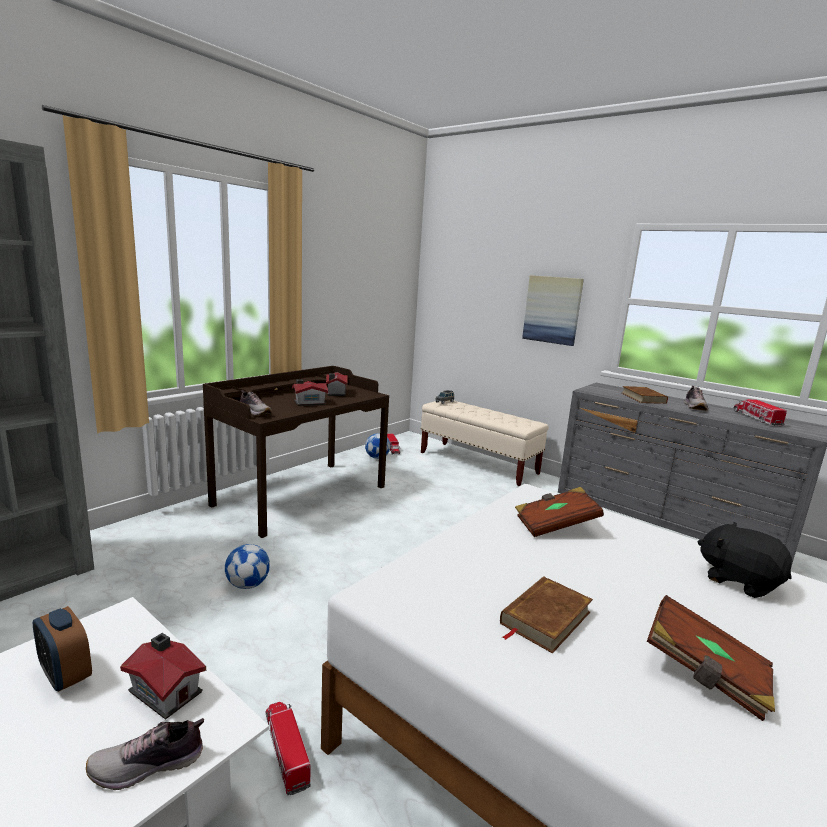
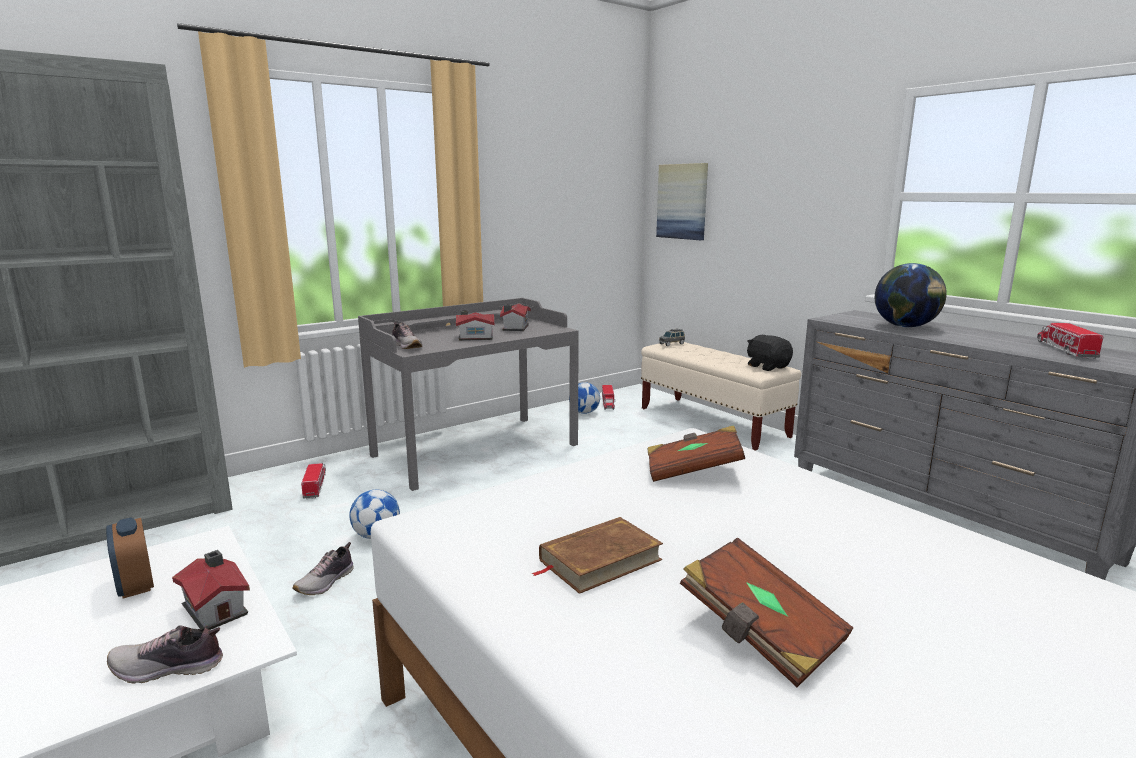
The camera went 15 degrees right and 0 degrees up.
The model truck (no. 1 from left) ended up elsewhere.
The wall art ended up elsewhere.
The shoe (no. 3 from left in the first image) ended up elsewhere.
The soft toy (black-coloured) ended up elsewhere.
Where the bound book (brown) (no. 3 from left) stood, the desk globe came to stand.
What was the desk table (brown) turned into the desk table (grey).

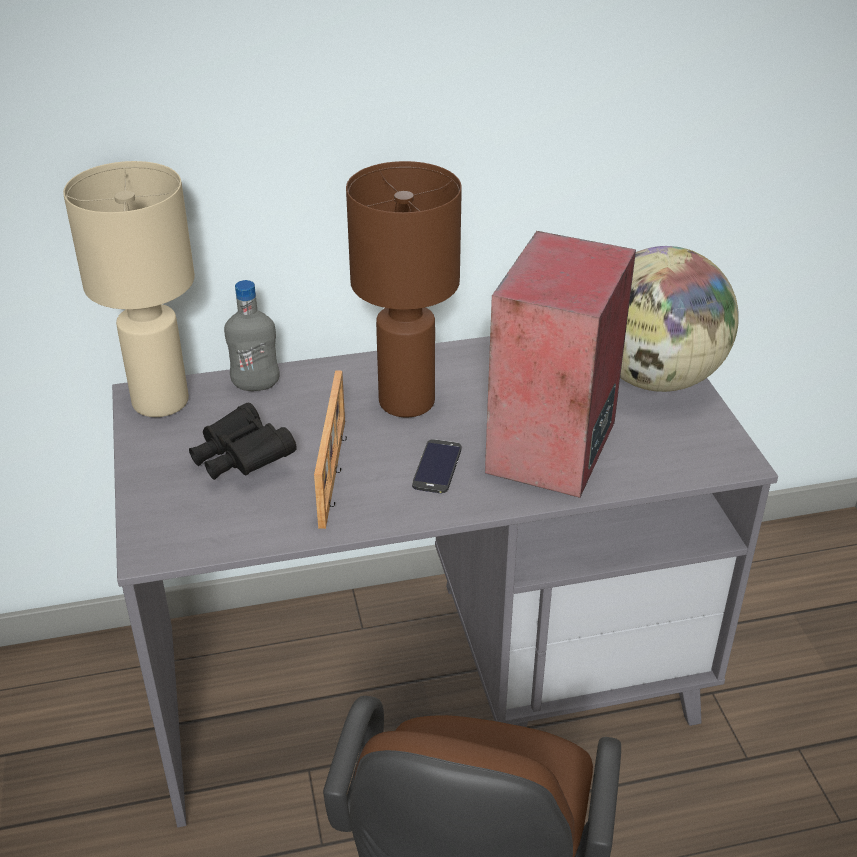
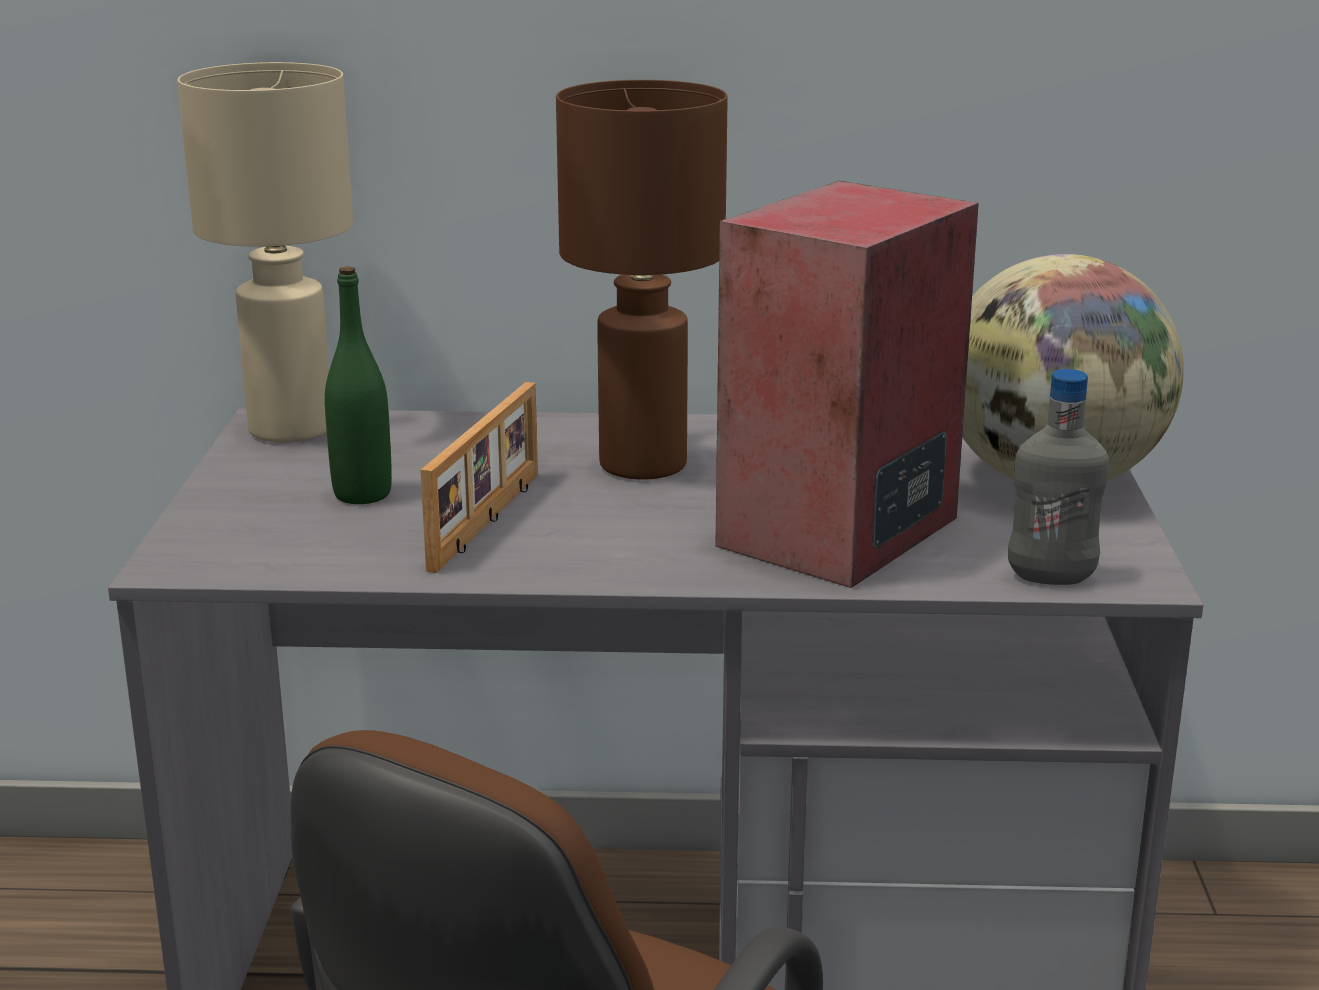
The camera went 15 degrees right and 15 degrees down.
The second view lost the handset.
The beverage bottle (grey) ended up elsewhere.
Where the pair of binoculars (black-coloured) stood, the beverage bottle (green) came to stand.

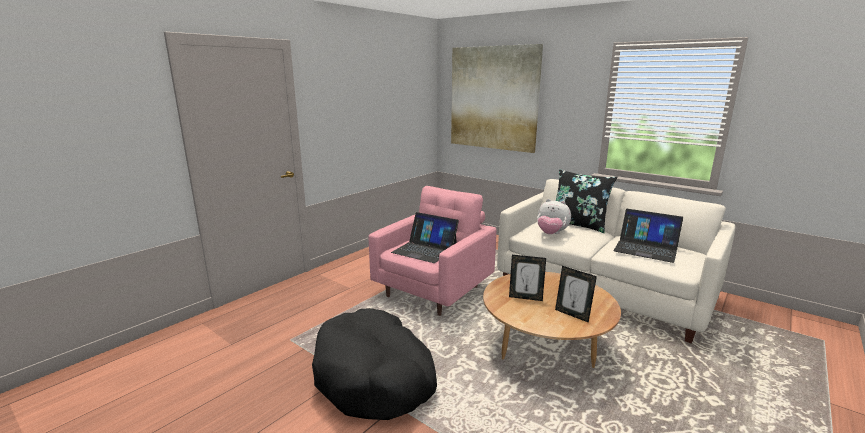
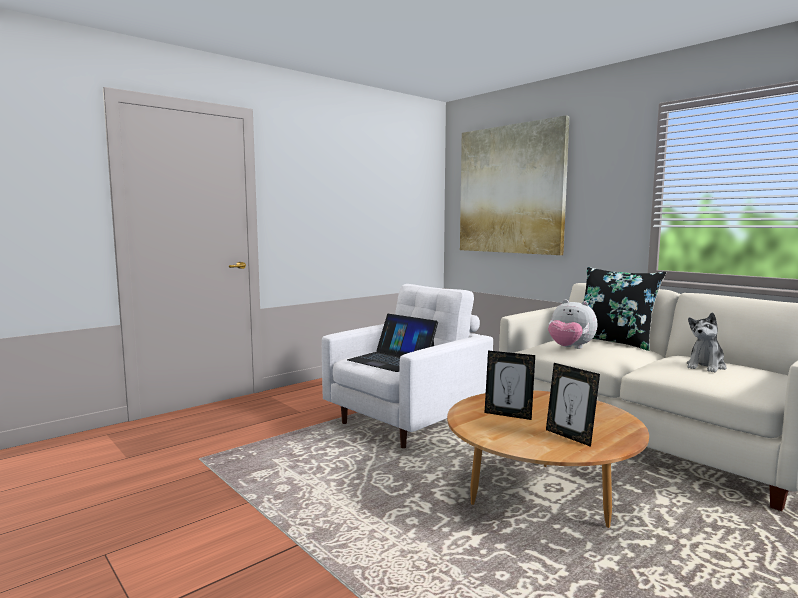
The camera went 10 degrees right and 10 degrees down.
The second view lost the dog bed (black-coloured).
Where the notebook computer (no. 2 from left) stood, the soft toy (no. 2 from left) came to stand.
What was the lounge chair (pink) turned into the lounge chair (white).

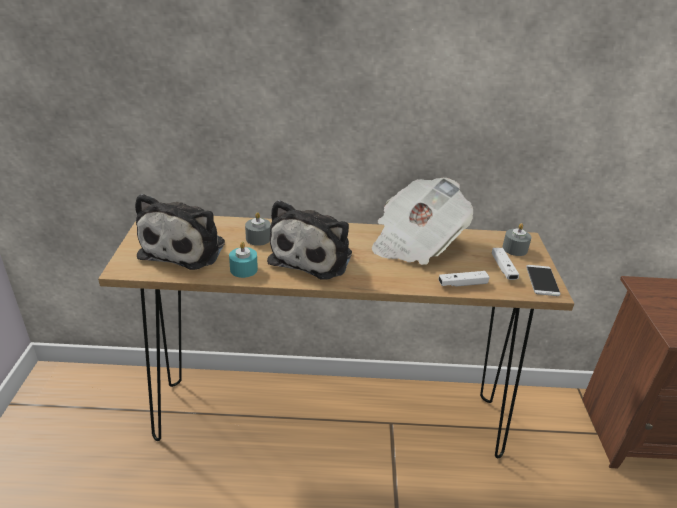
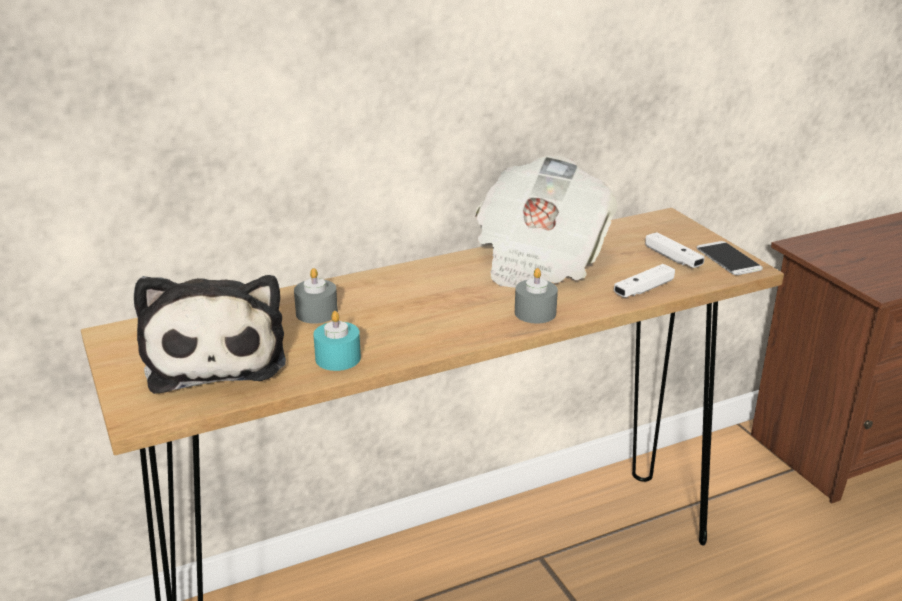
The camera went 25 degrees left and 5 degrees down.
The second view lost the soft toy (no. 2 from left).
The candle (grey) (no. 2 from left) ended up elsewhere.

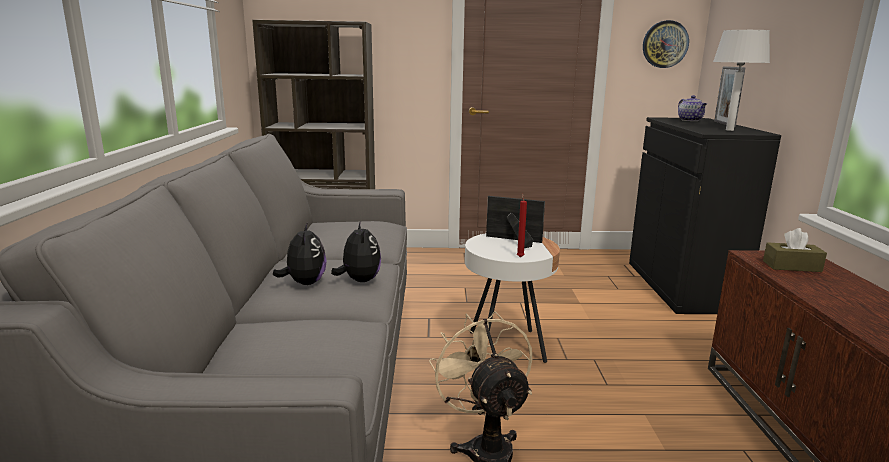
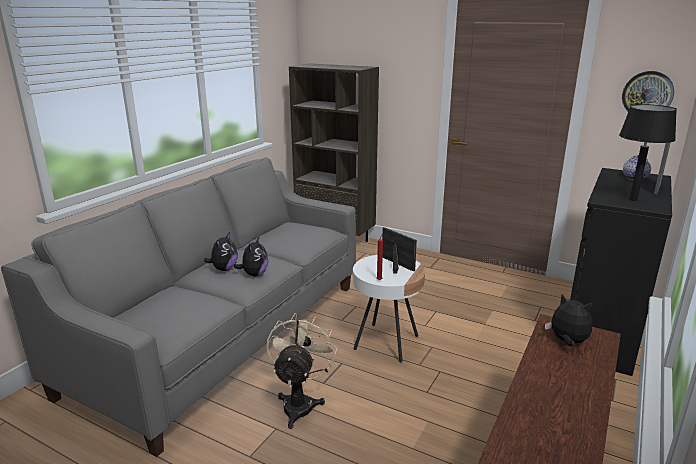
The camera went 30 degrees right and 5 degrees up.
Where the tissue holder (brown) stood, the soft toy (no. 3 from left) came to stand.
What was the lamp for a table (white) turned into the lamp for a table (black-coloured).

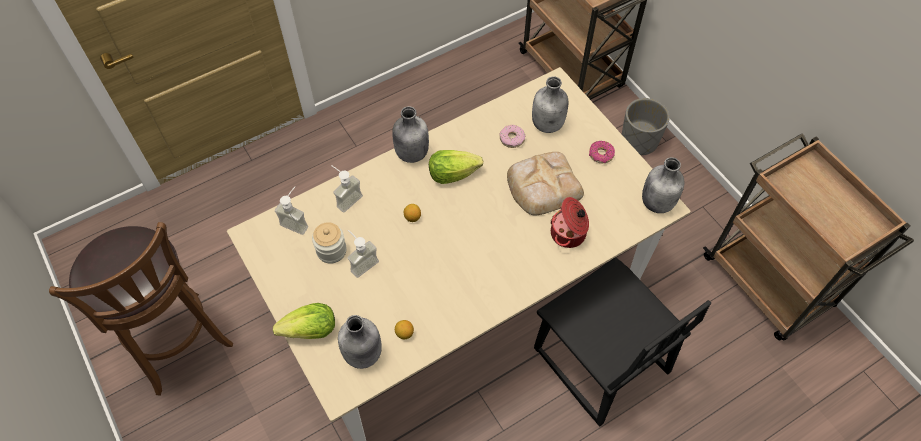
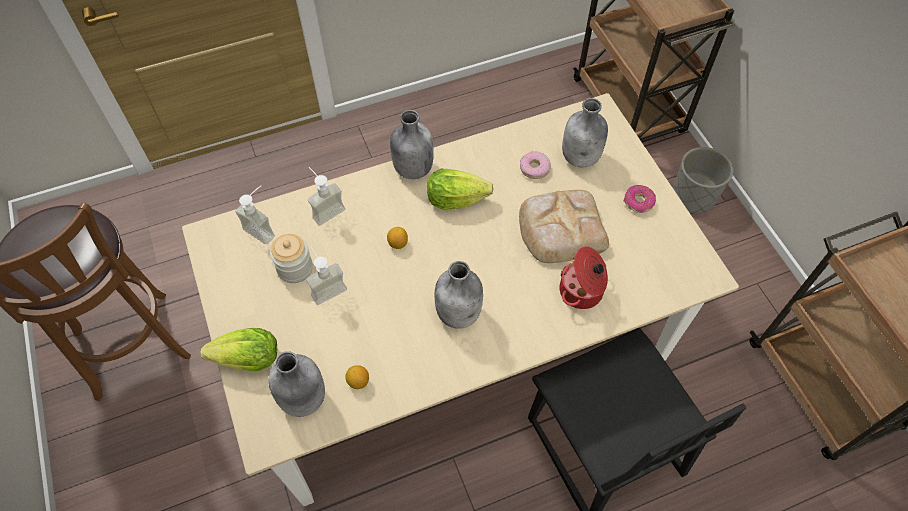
The camera went 10 degrees right and 0 degrees up.
The beverage bottle (grey) (no. 4 from left in the first image) ended up elsewhere.

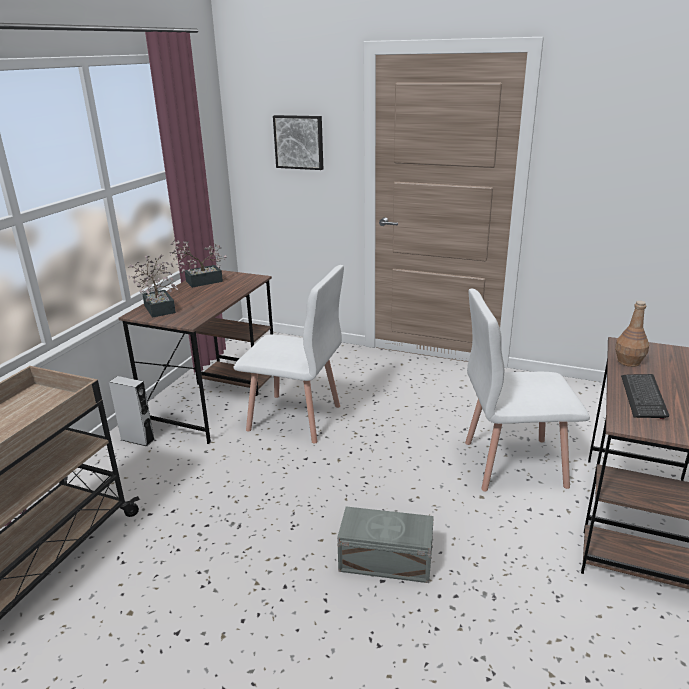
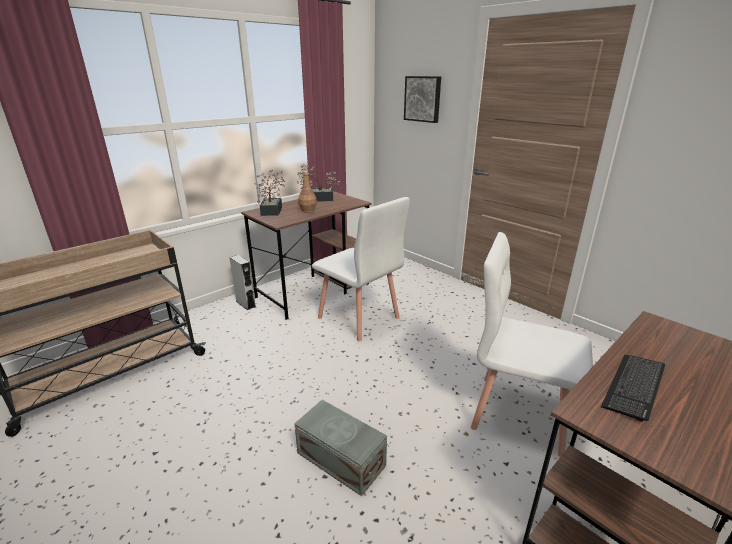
The camera went 25 degrees right and 0 degrees up.
The beverage bottle (brown) ended up elsewhere.

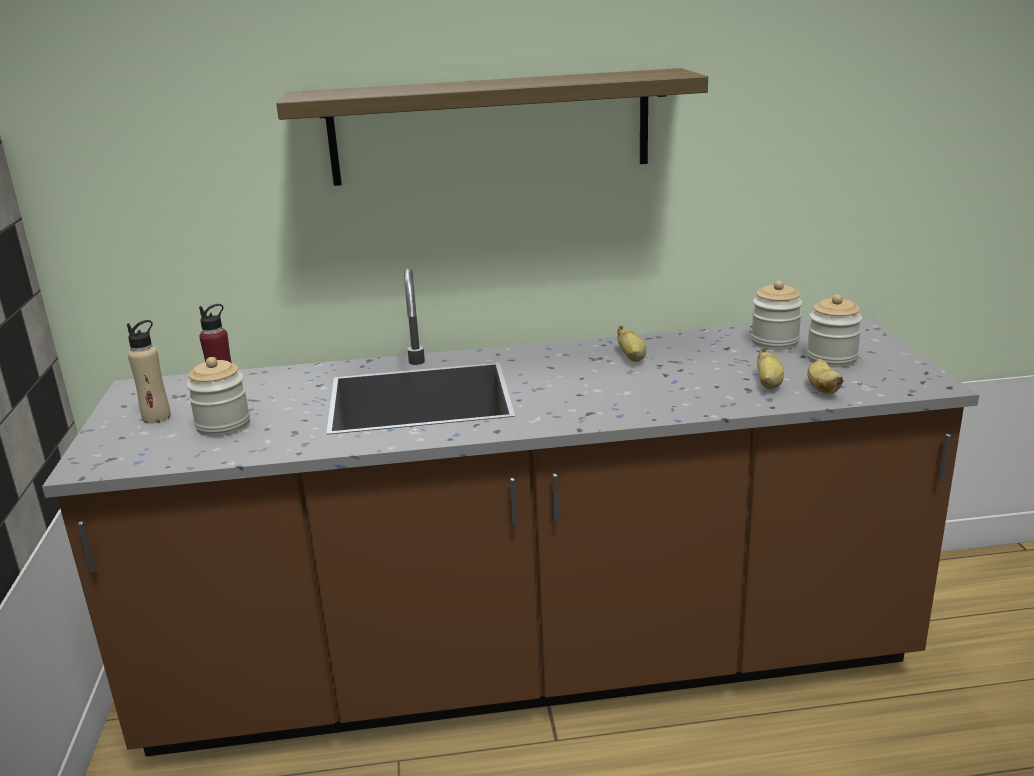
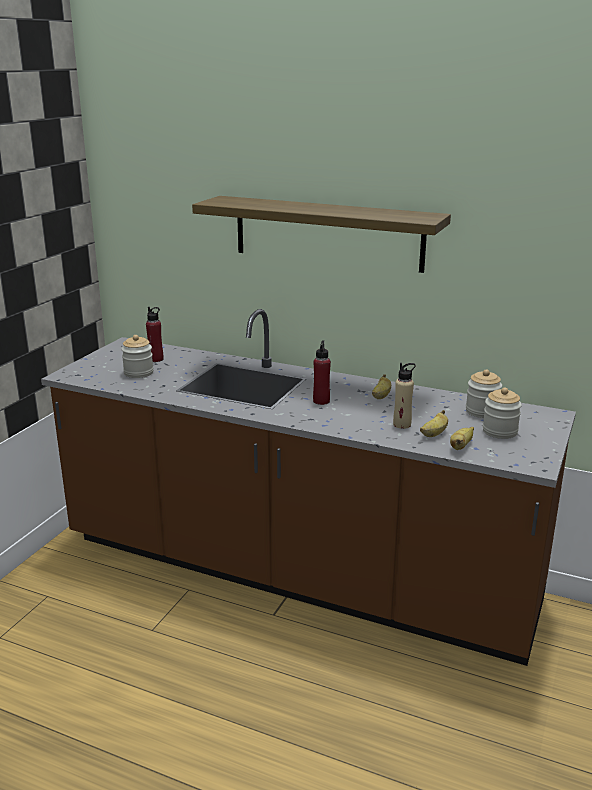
The camera went 30 degrees right and 0 degrees up.
The second view gained the beverage bottle (red) (no. 2 from left).
The beverage bottle (sand-coloured) ended up elsewhere.

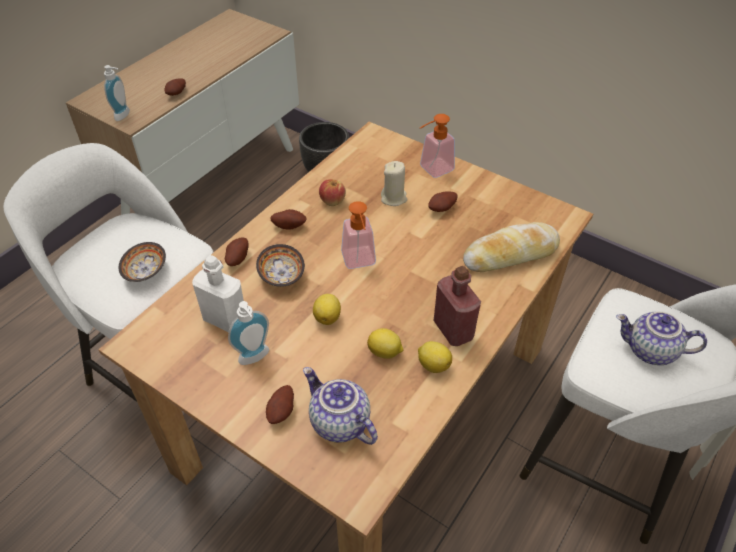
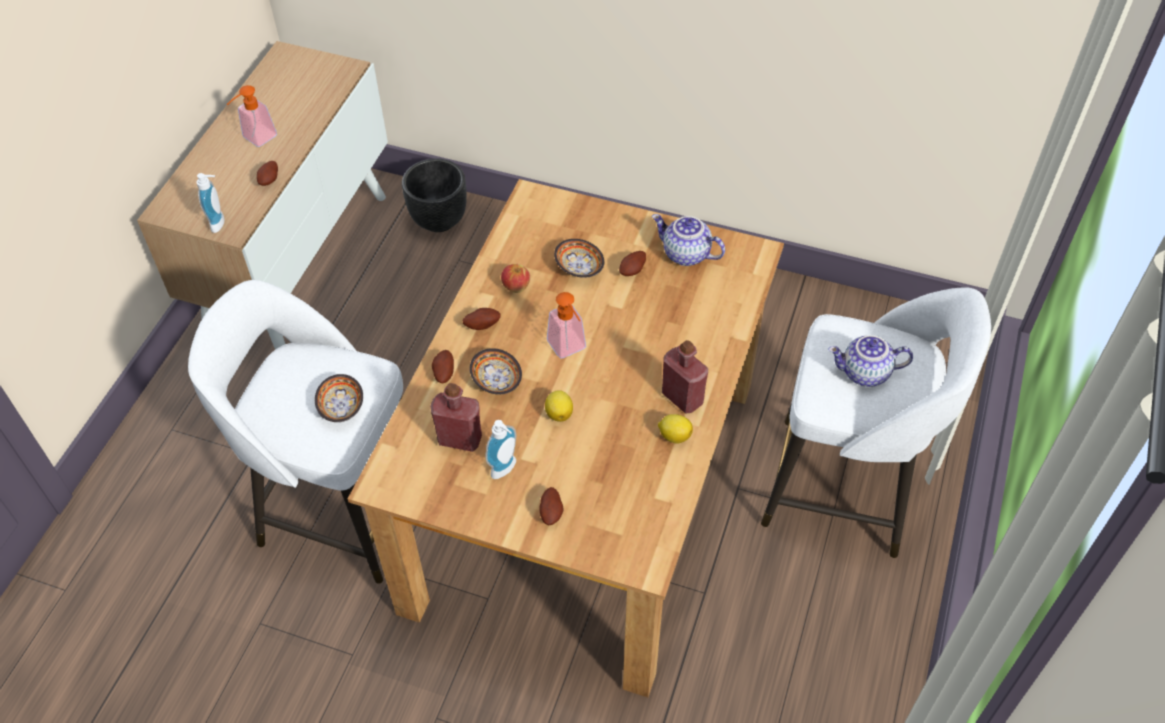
The camera went 15 degrees left and 5 degrees up.
The second view lost the lemon (no. 2 from left).
The second view lost the bakery bread.
The tea pot (no. 1 from left) ended up elsewhere.
The liquid soap bottle (no. 4 from left in the first image) ended up elsewhere.
Where the candle (sand-coloured) stood, the bowl (no. 3 from left) came to stand.
What was the beverage bottle (white) turned into the beverage bottle (red) (no. 1 from left).

